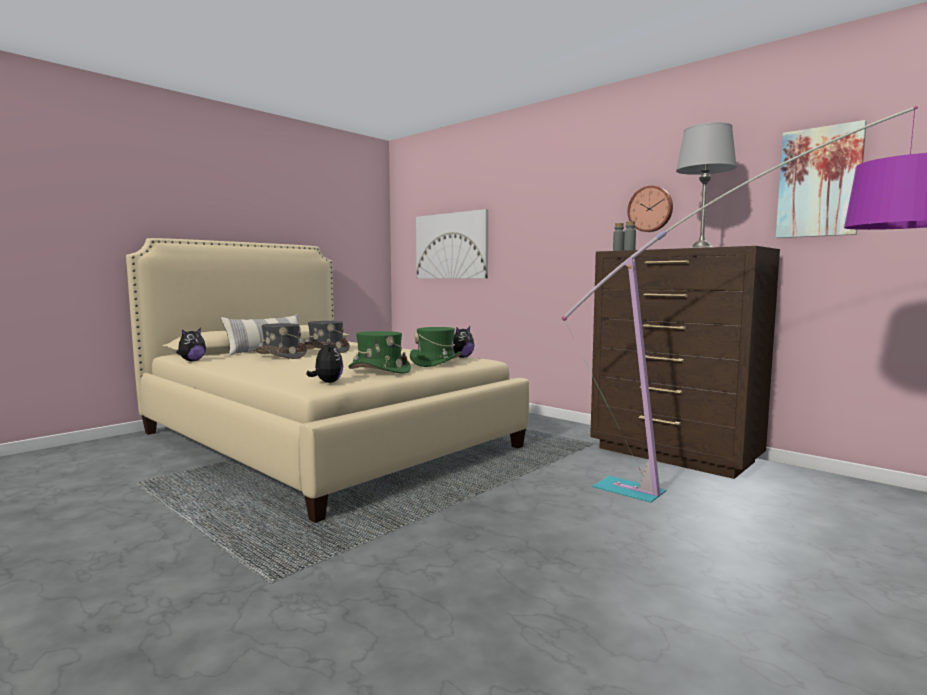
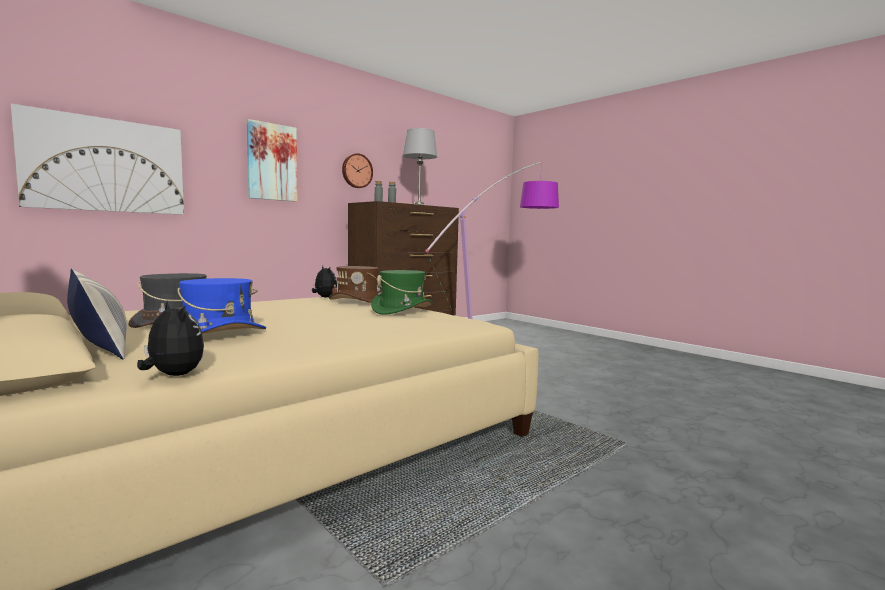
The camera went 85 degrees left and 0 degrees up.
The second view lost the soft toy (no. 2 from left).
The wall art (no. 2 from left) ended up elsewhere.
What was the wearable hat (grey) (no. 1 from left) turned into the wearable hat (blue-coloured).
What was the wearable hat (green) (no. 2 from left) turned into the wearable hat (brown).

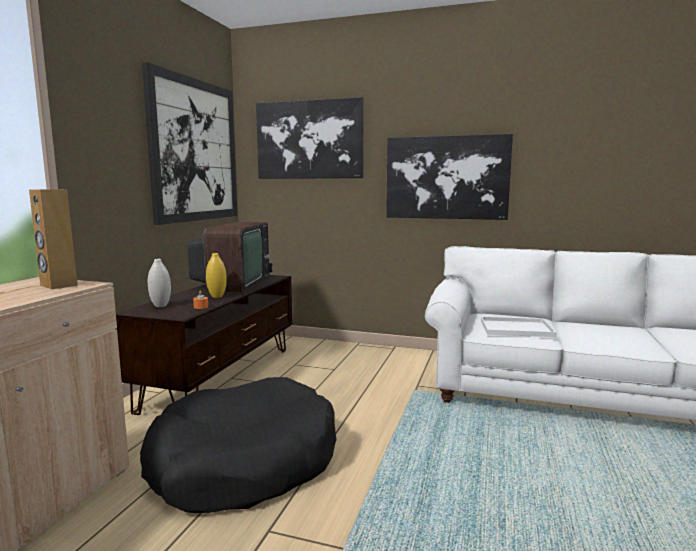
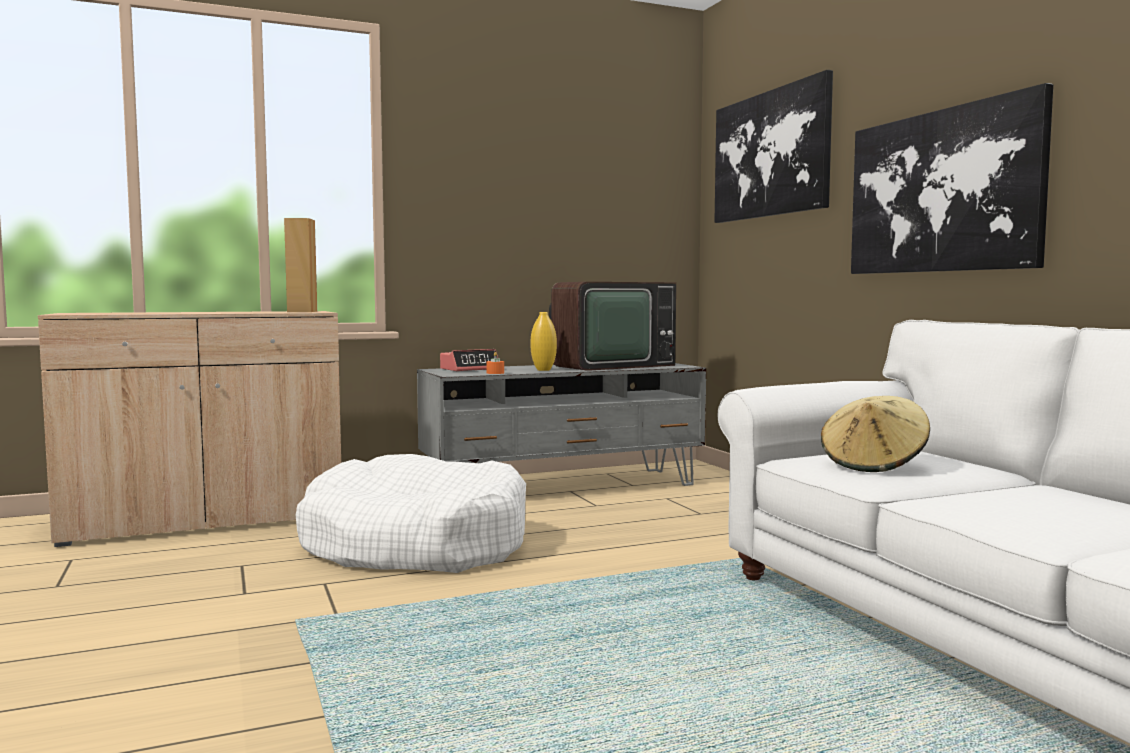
The camera went 50 degrees right and 5 degrees down.
The second view lost the wall art (no. 1 from left).
Where the vase (white) stood, the alarm clock came to stand.
Where the serving tray (white) stood, the wearable hat (sand-coloured) came to stand.
What was the tv stand (brown) turned into the tv stand (grey).
What was the dog bed (black-coloured) turned into the dog bed (white).

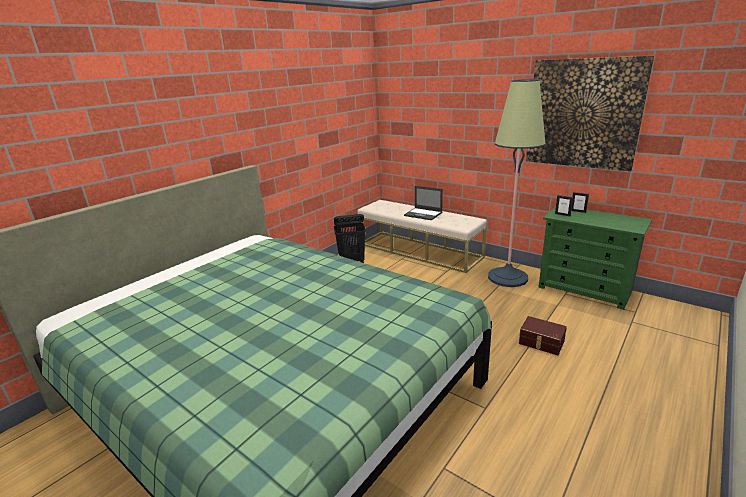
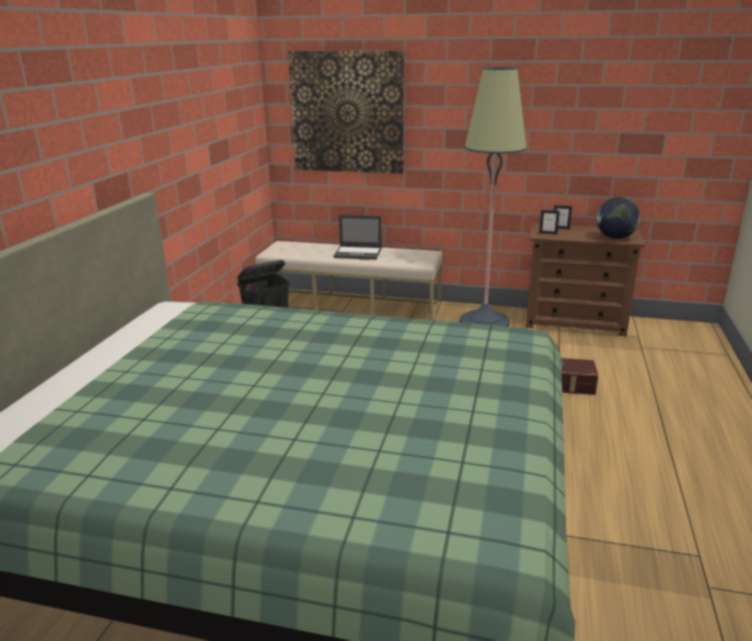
The camera went 25 degrees left and 0 degrees up.
The second view gained the desk globe.
The wall art ended up elsewhere.
What was the drawer chest (green) turned into the drawer chest (brown).

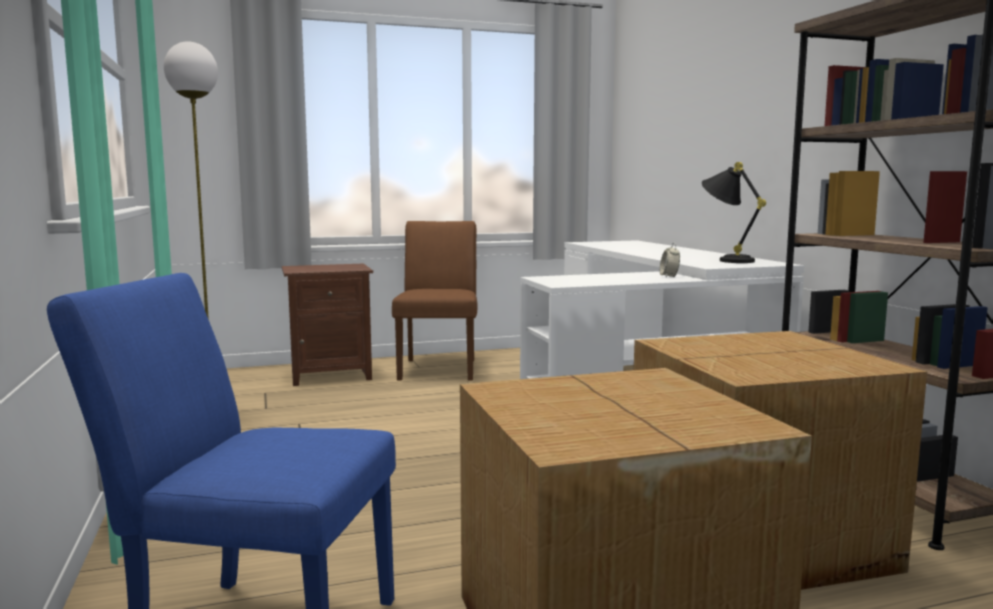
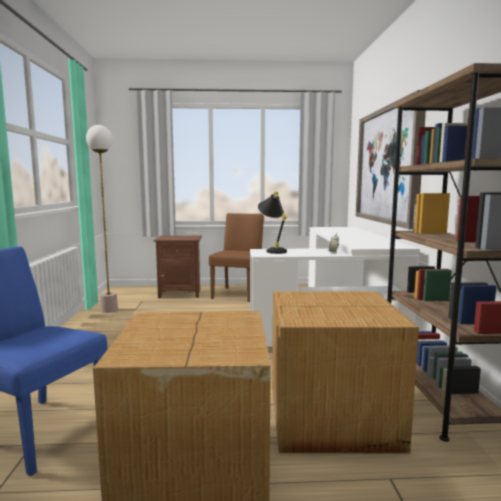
The camera went 15 degrees right and 0 degrees up.
The second view gained the wall art.
The lamp for a table (black-coloured) ended up elsewhere.

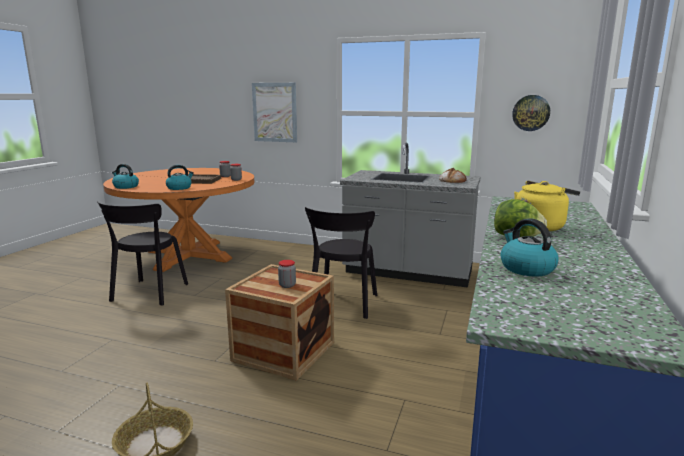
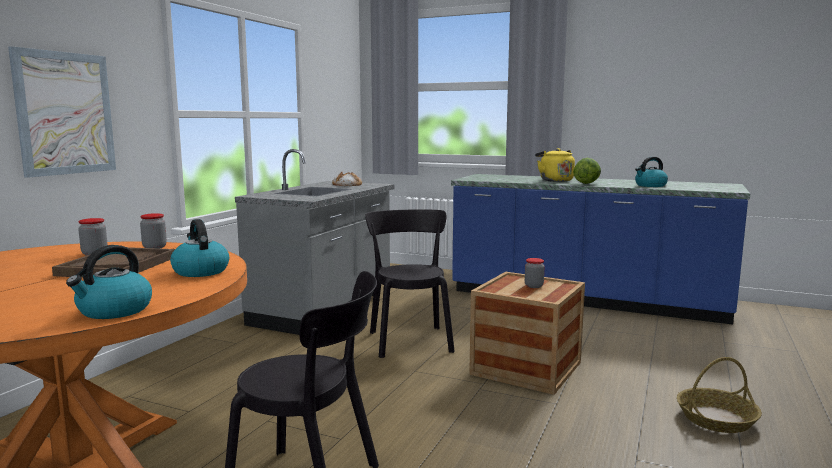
The camera went 85 degrees left and 5 degrees down.
The second view lost the clock on the wall.
The upright chair (black-coloured) (no. 2 from left) ended up facing another way, 120 degrees counterclockwise from before.

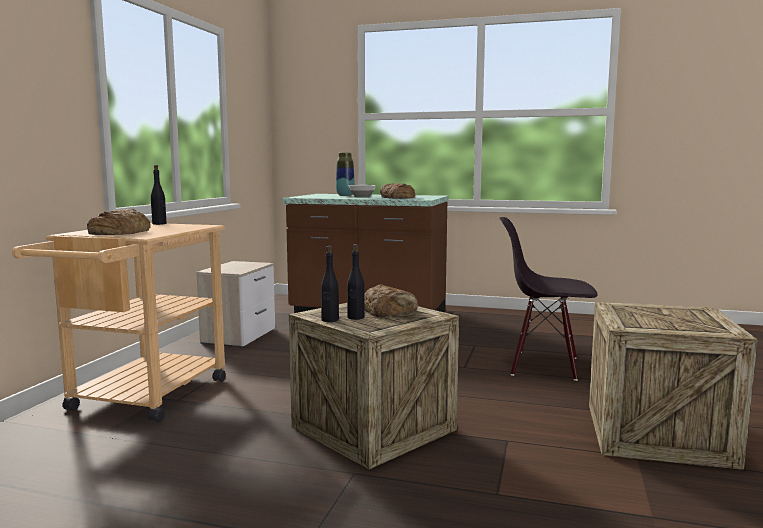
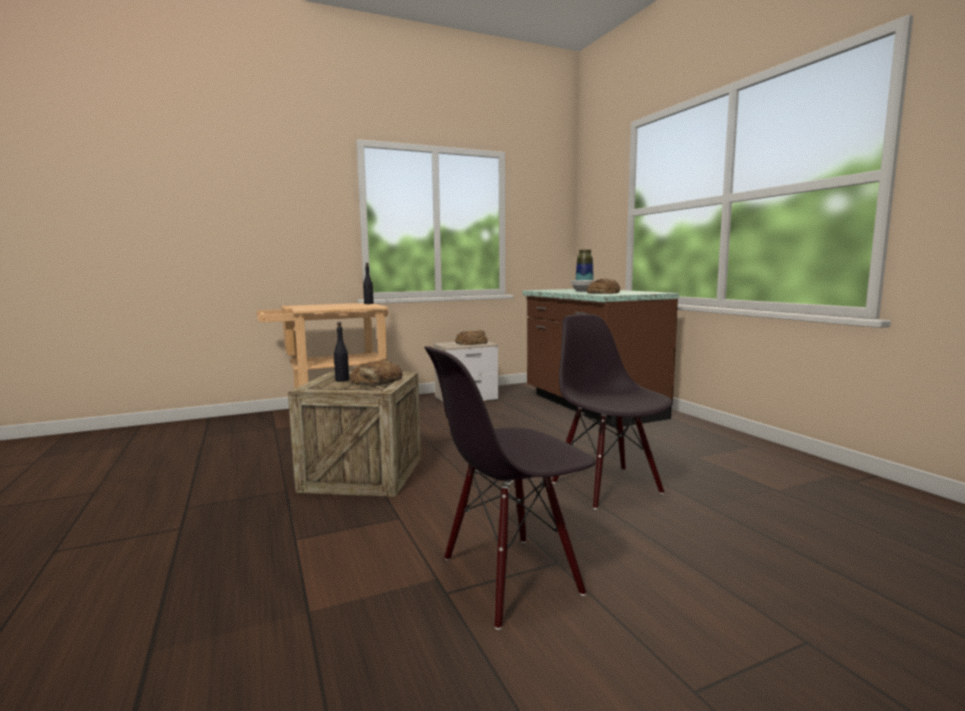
The camera went 50 degrees right and 0 degrees up.
The second view lost the beverage bottle (black-coloured) (no. 2 from left).
The bakery bread (no. 1 from left in the first image) ended up elsewhere.
Where the packing crate (no. 2 from left) stood, the upright chair (black-coloured) (no. 1 from left) came to stand.

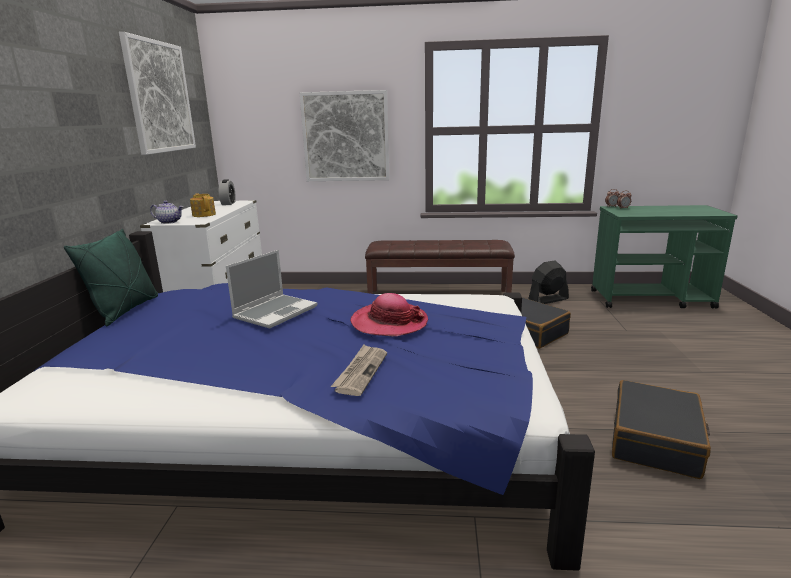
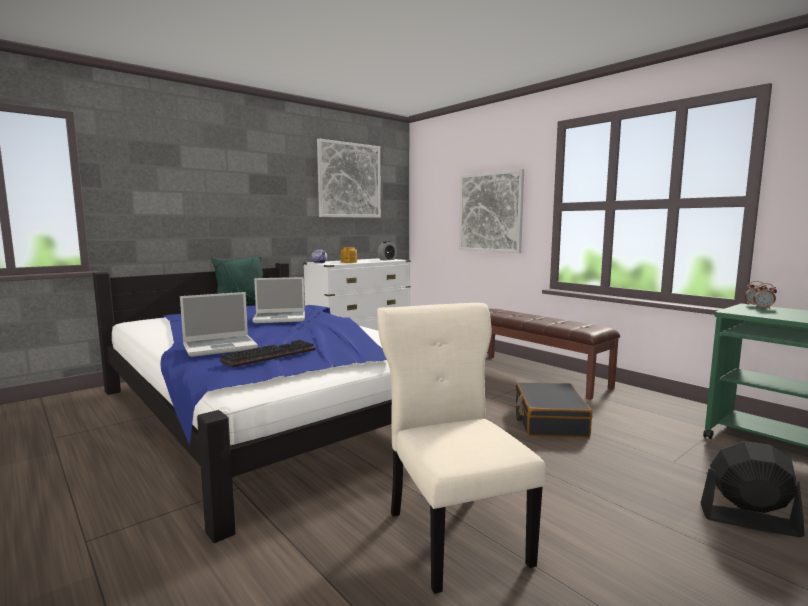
The camera went 45 degrees right and 10 degrees down.
The second view lost the wearable hat.
The second view gained the computer keyboard.
The cooling fan (black-coloured) ended up elsewhere.
Where the newspaper stood, the notebook computer (no. 1 from left) came to stand.
Where the suitcase (black-coloured) (no. 2 from left) stood, the upright chair (sand-coloured) came to stand.

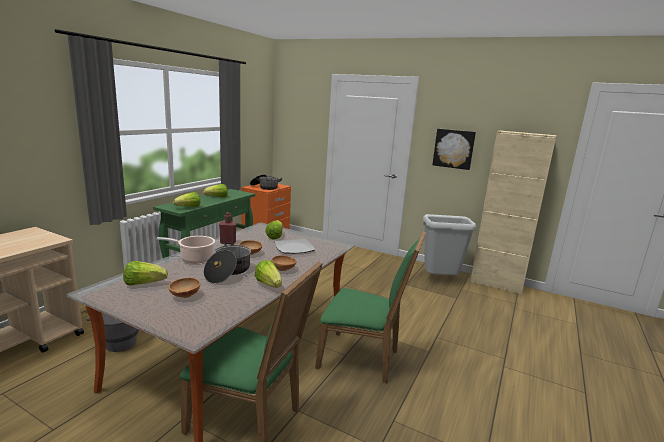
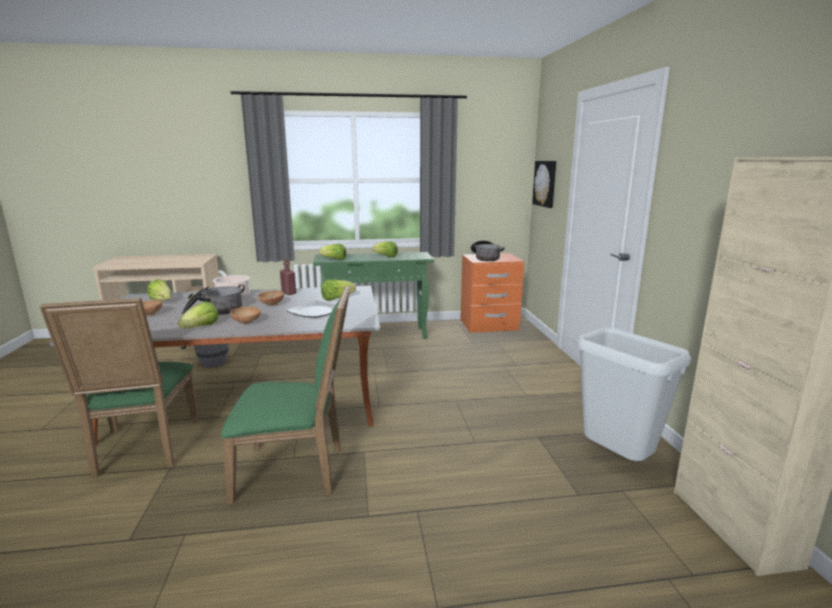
The camera went 55 degrees right and 0 degrees up.
The wall art ended up elsewhere.
The upright chair (green) (no. 2 from left) ended up facing another way, 75 degrees counterclockwise from before.

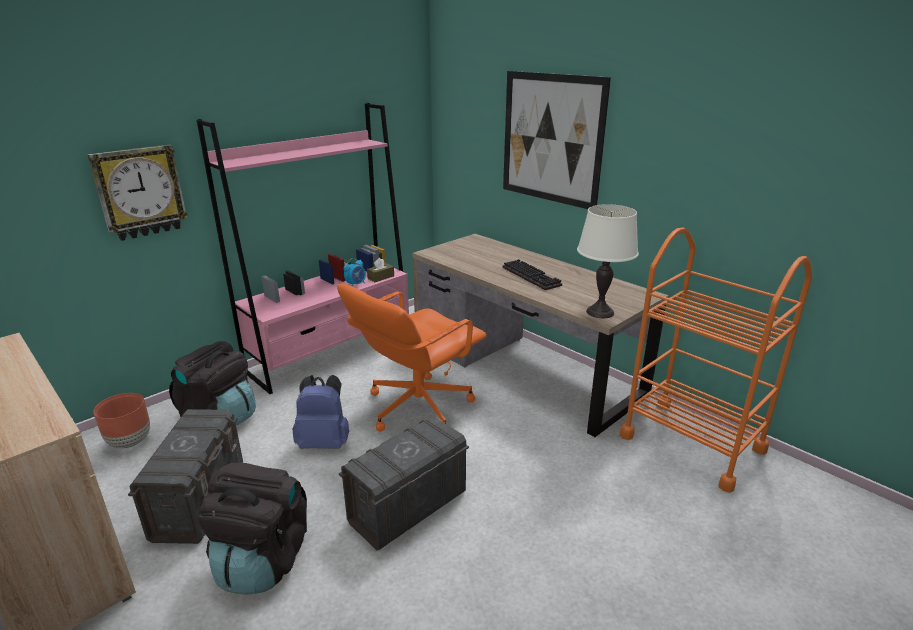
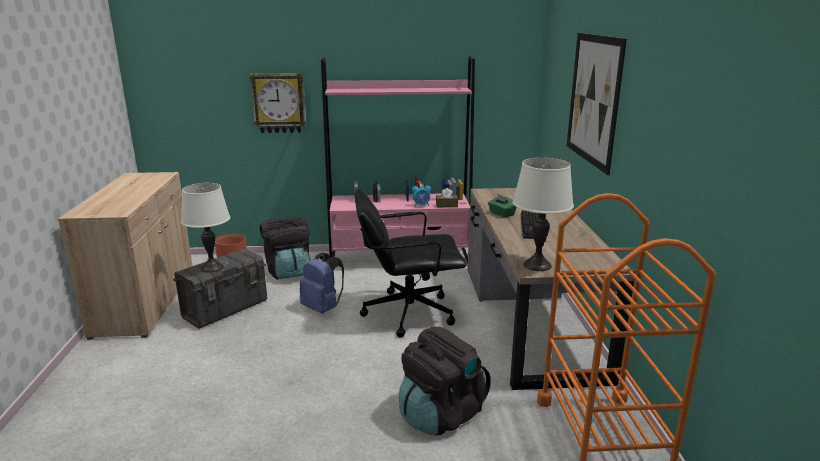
The camera went 40 degrees right and 5 degrees down.
The second view lost the storage bin (grey) (no. 2 from left).
The second view gained the lamp for a table (white) (no. 1 from left).
The second view gained the tissue holder (green).
The rucksack (black-coloured) (no. 2 from left) ended up elsewhere.
What was the desk chair (orange-coloured) turned into the desk chair (black-coloured).

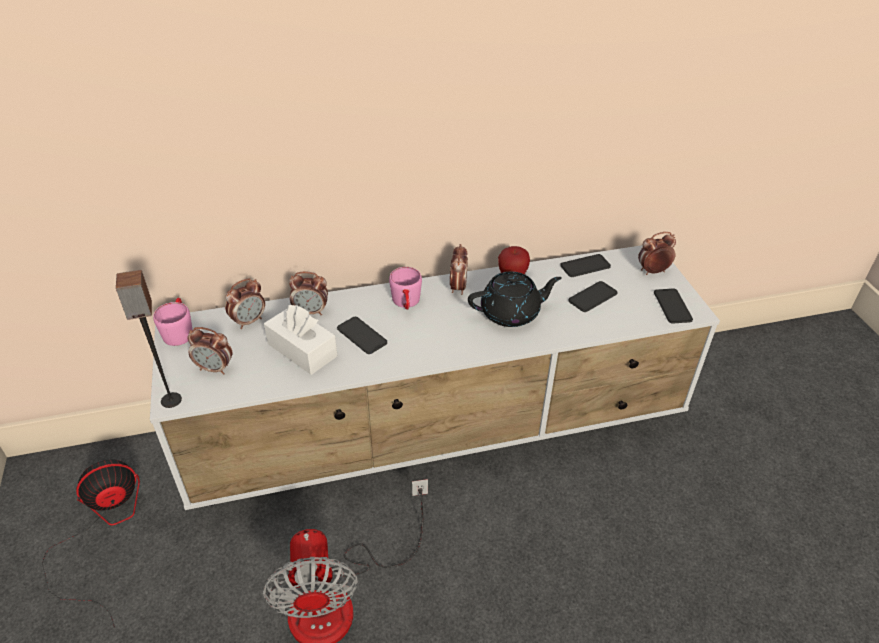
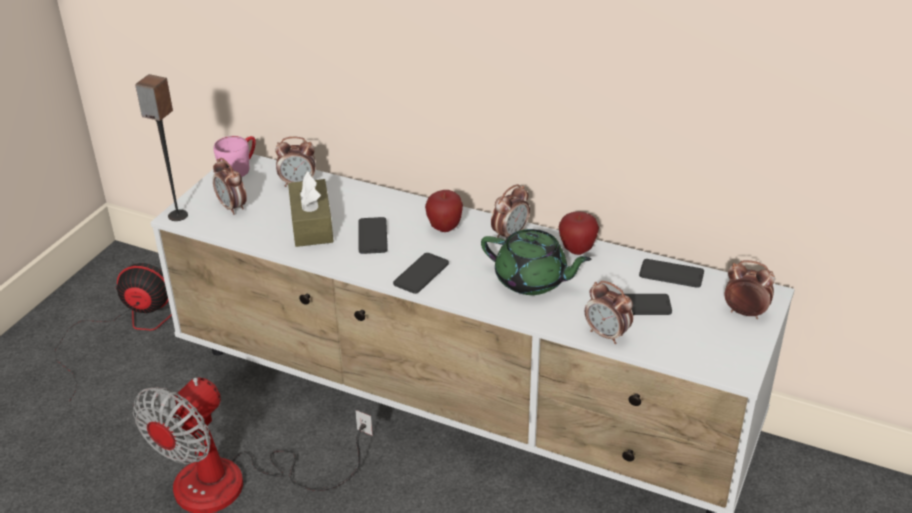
The camera went 40 degrees right and 5 degrees down.
The alarm clock (no. 3 from left in the first image) ended up elsewhere.
The handset (no. 4 from left in the first image) ended up elsewhere.
Where the mug (pink) (no. 2 from left) stood, the apple fruit (no. 1 from left) came to stand.
What was the tissue holder (white) turned into the tissue holder (brown).
What was the tea pot (black-coloured) turned into the tea pot (green).

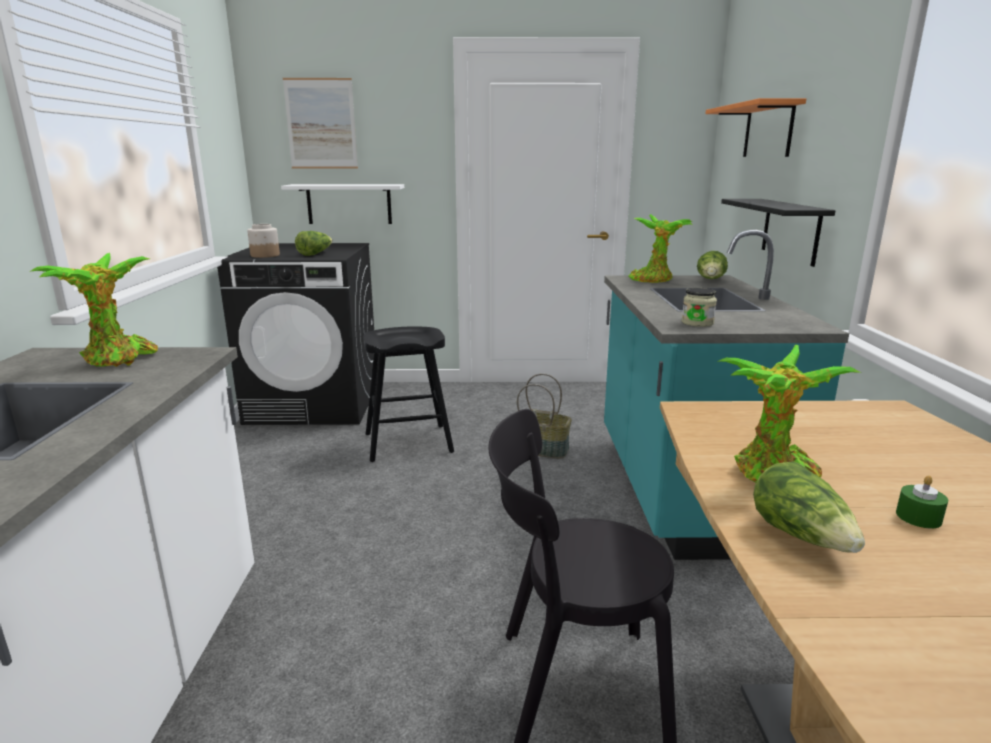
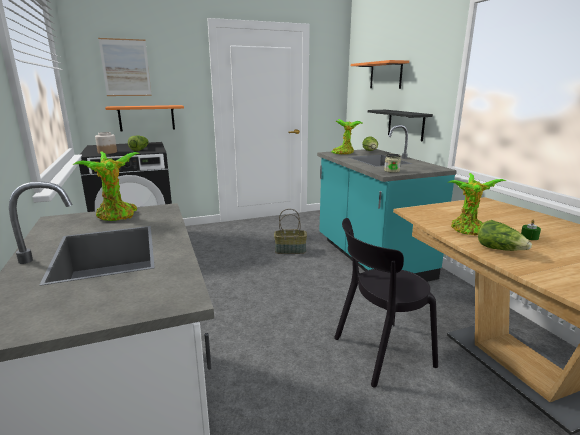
The camera went 20 degrees left and 0 degrees up.
The second view lost the sitting stool (black-coloured).
What was the wall shelf (white) turned into the wall shelf (orange-coloured) (no. 1 from left).

